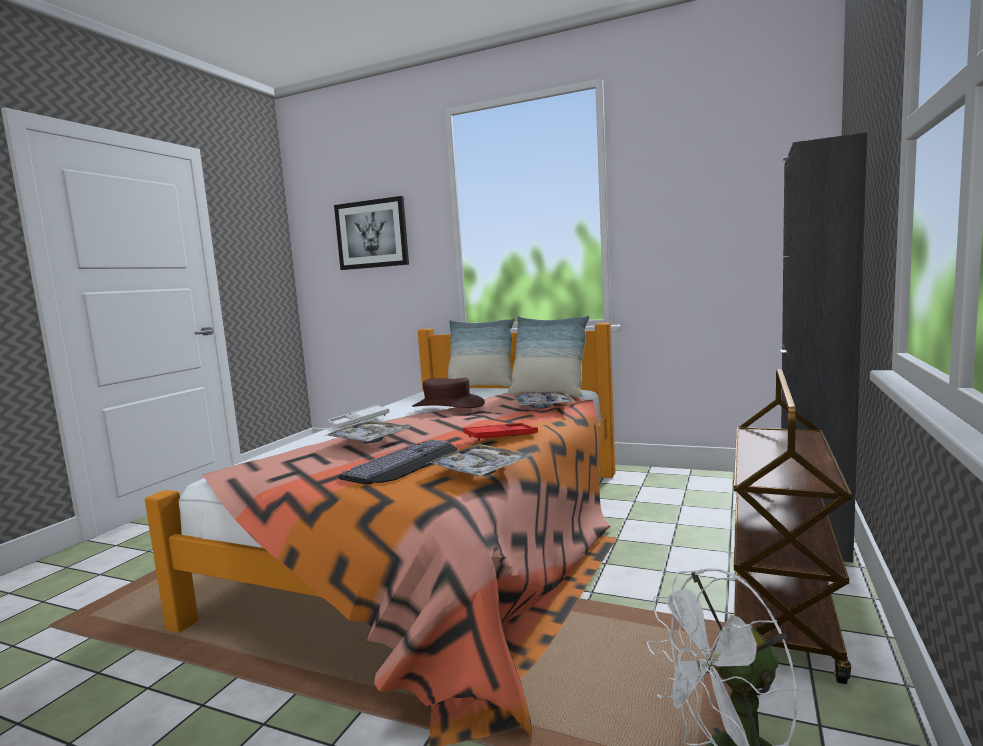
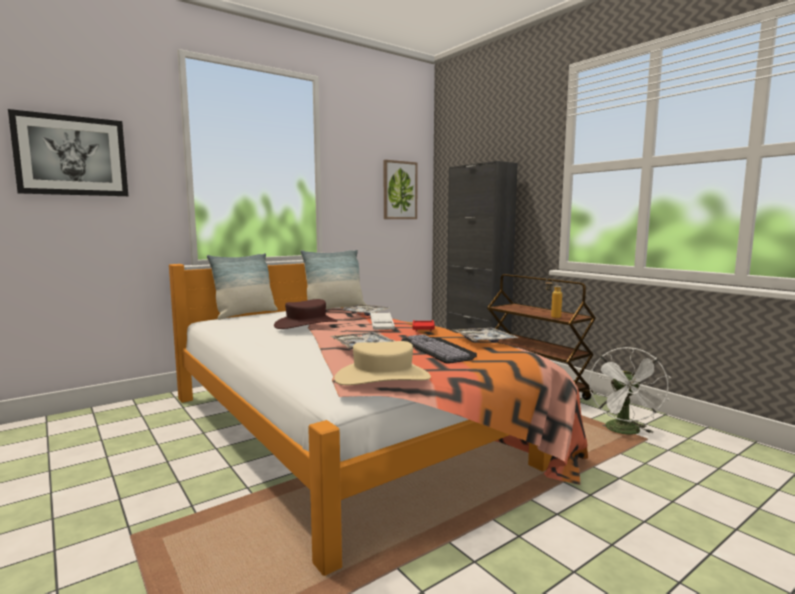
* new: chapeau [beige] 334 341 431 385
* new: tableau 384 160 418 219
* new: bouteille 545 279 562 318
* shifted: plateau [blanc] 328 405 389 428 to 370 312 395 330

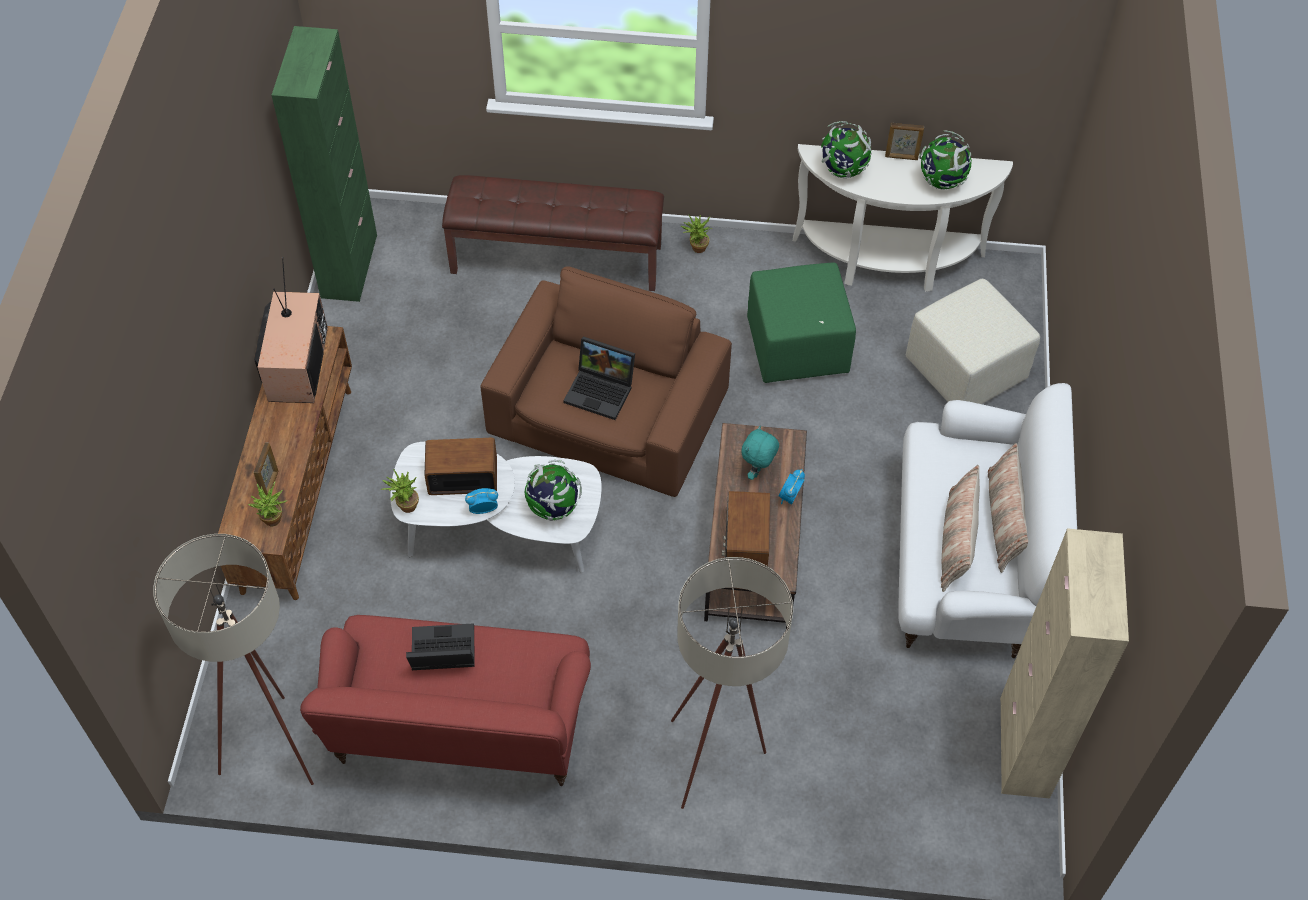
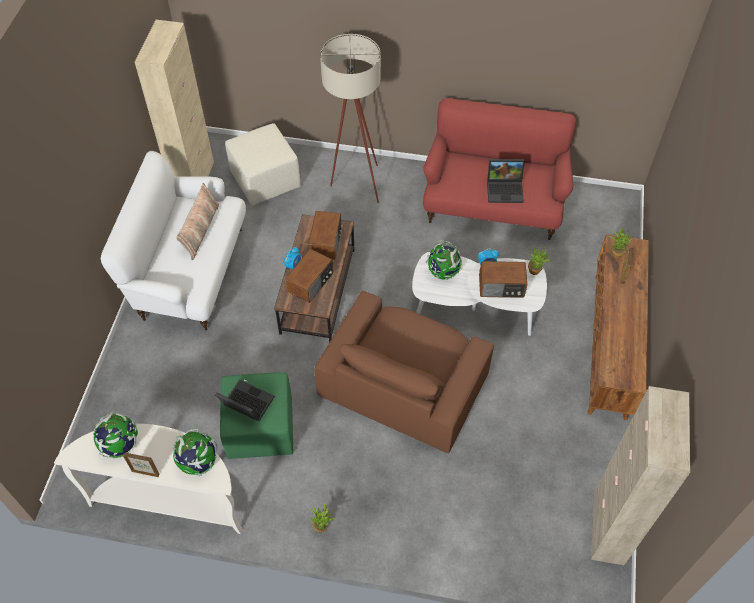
* gone: lampadaire [beige] 153 534 314 785
* gone: téléviseur 254 257 328 403
* gone: banc [marron] 442 175 664 291
* gone: coussin 988 443 1028 573
* shifted: ordinateur portable 563 336 635 420 to 215 380 275 421
* shifted: pouf [beige] 906 279 1040 404 to 225 123 301 206
* swapped: peluche [turquoise] 741 426 779 480 to radio 286 249 333 303
* repainted: meuble de rangement [vert] 272 26 377 302 to meuble de rangement [beige] 591 386 690 565

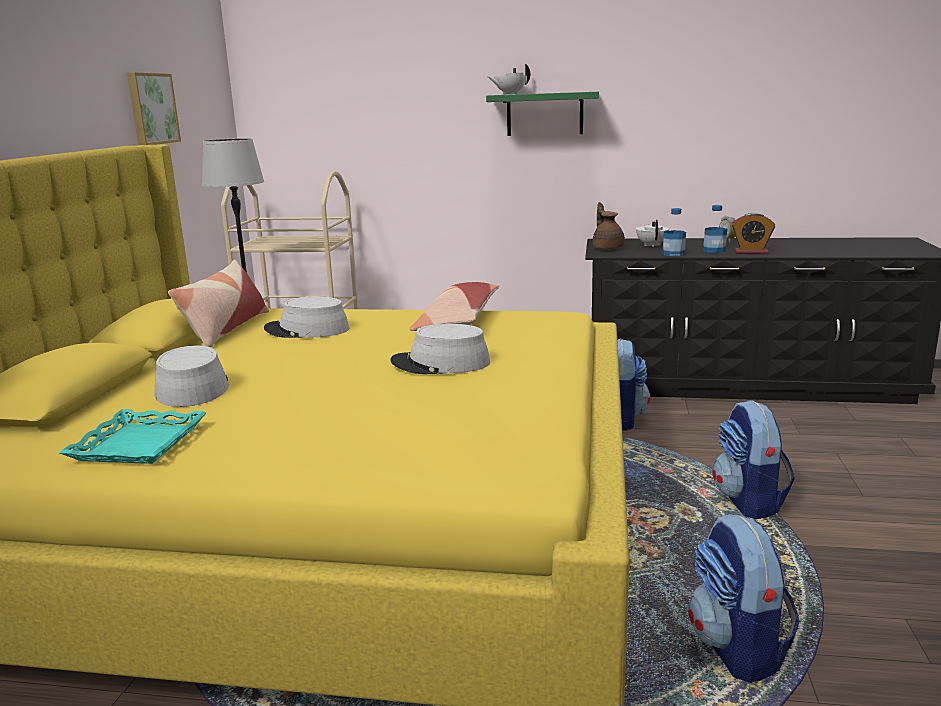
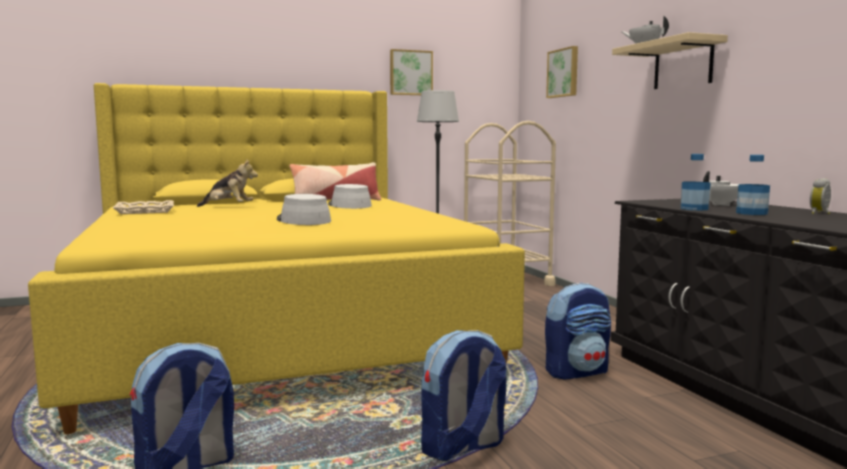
* gone: coussin 409 282 499 331
* gone: théière [marron] 593 202 625 250
* gone: réveil 732 213 775 254
* new: tableau 546 46 578 98
* swapped: chapeau [gris] 154 346 229 407 to peluche 197 160 258 207
* repainted: plateau [turquoise] 59 409 207 464 to plateau [beige] 113 200 174 214
* repainted: étagère [vert] 486 92 599 136 to étagère [beige] 612 32 728 89

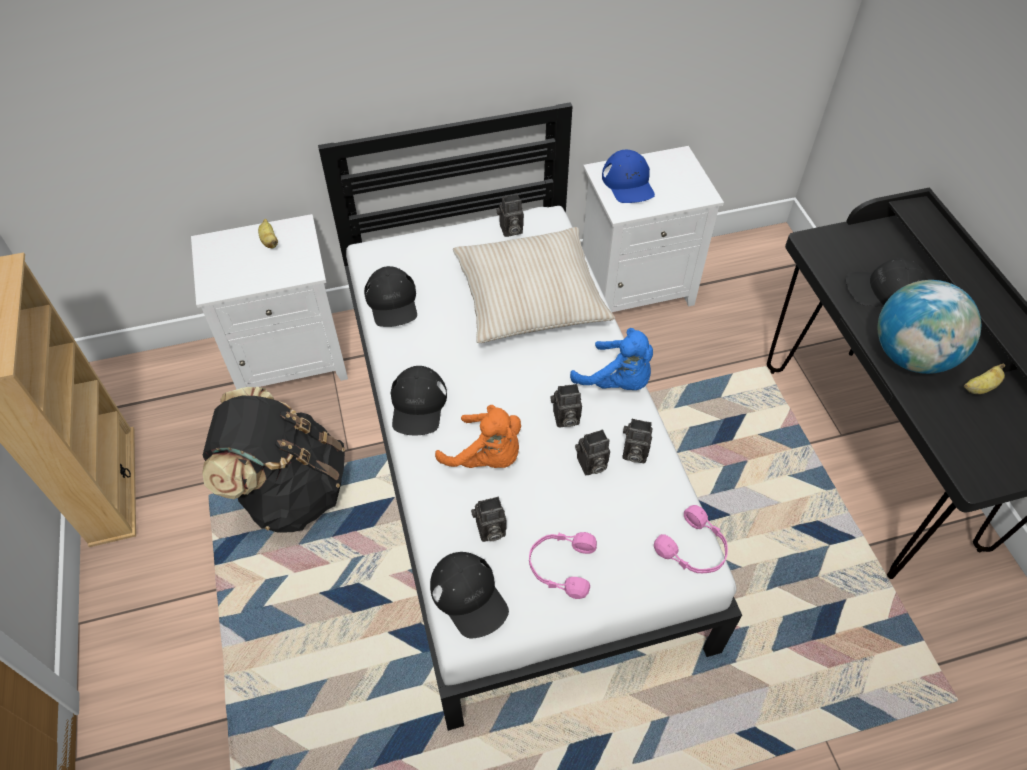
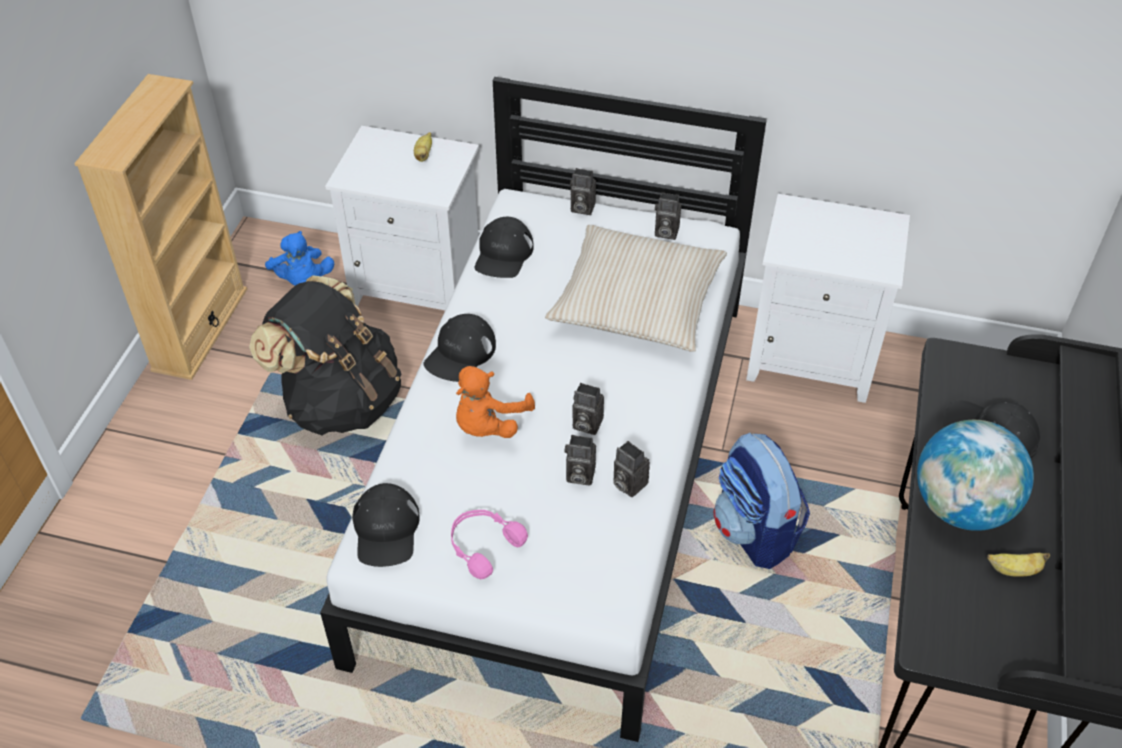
* gone: casquette [bleu] 602 150 655 203
* gone: casque audio [rose] 654 505 728 573
* new: sac à dos 713 432 810 569
* shifted: appareil photo 471 497 507 542 to 570 168 596 215
* shifted: peluche [bleu] 570 328 653 390 to 265 231 334 286
* rotated: peluche [orange] 435 405 521 468 = 456 366 535 438 60 degrees clockwise

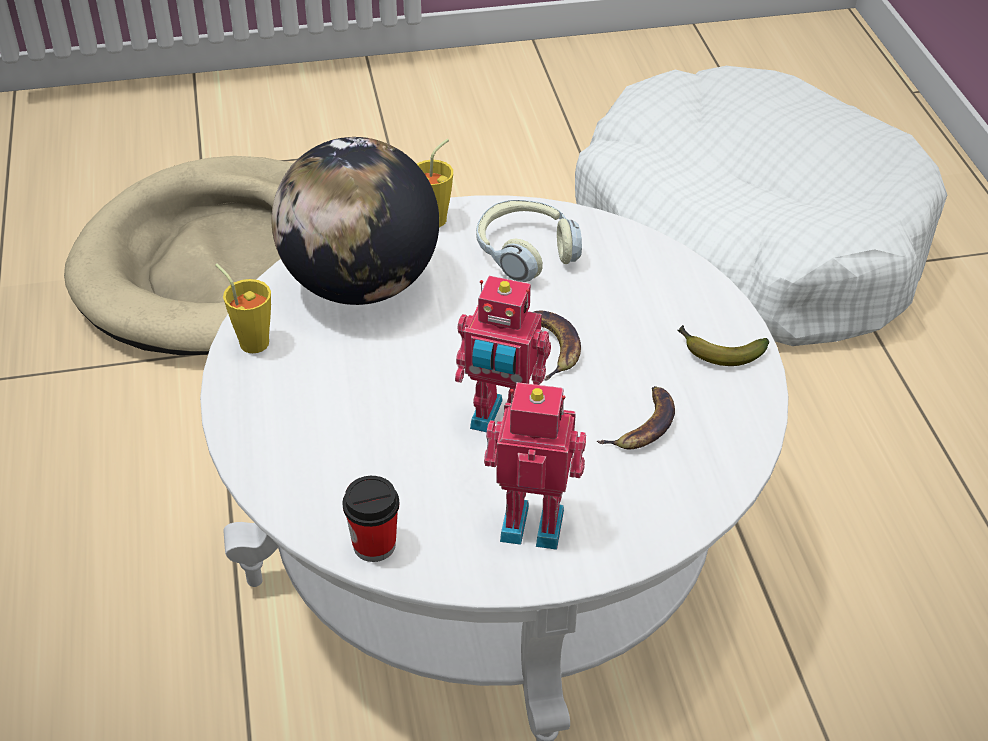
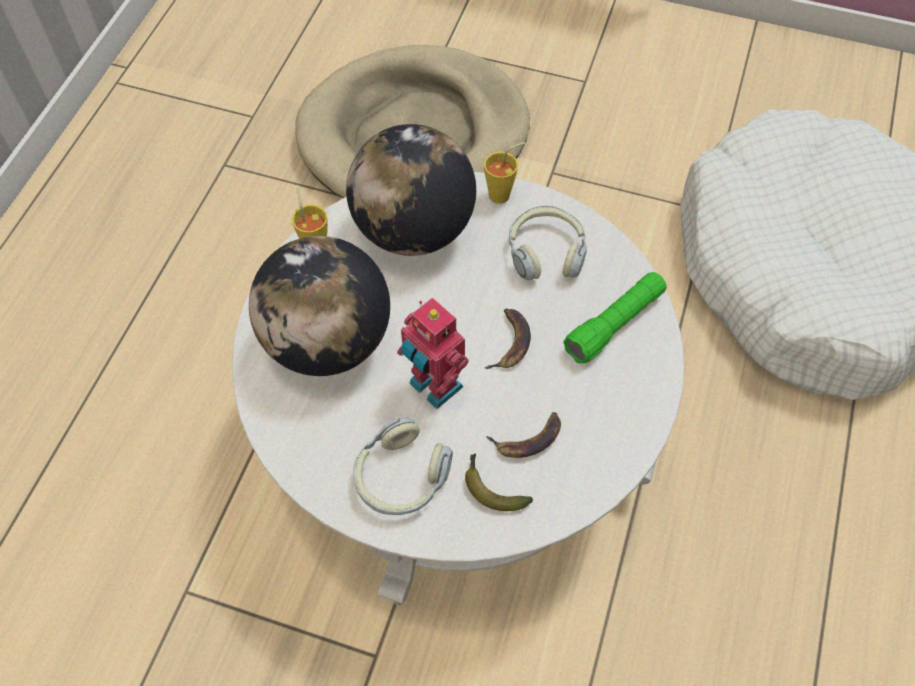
* gone: tasse 342 476 400 562
* new: globe 249 236 390 376
* new: lampe de poche [vert] 563 272 666 364
* shifted: banane 677 325 769 366 to 465 453 533 511
* swapped: robot jouet 484 382 586 550 to casque audio 353 417 453 515

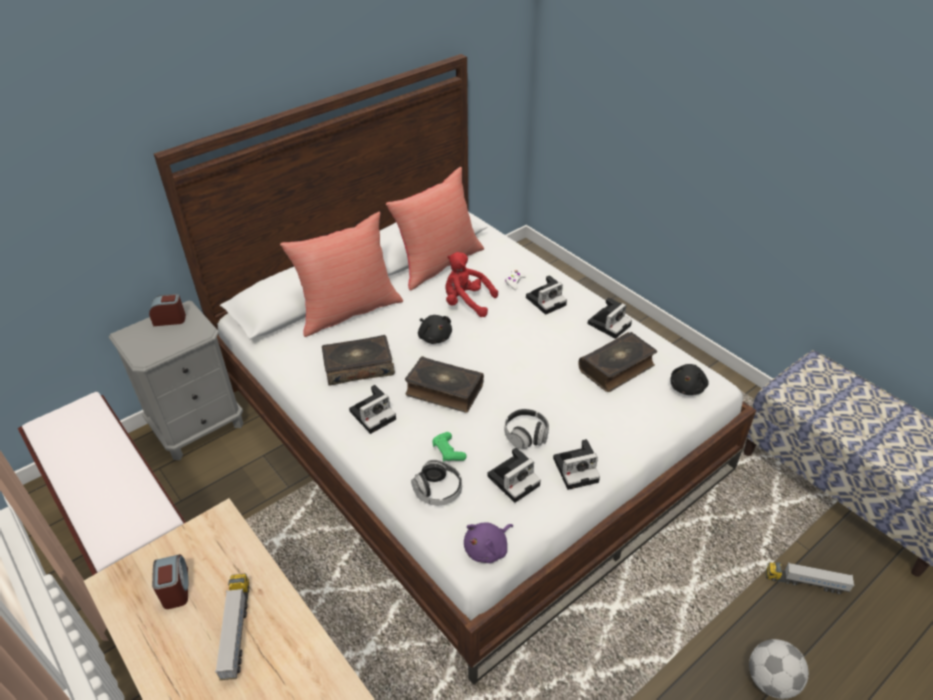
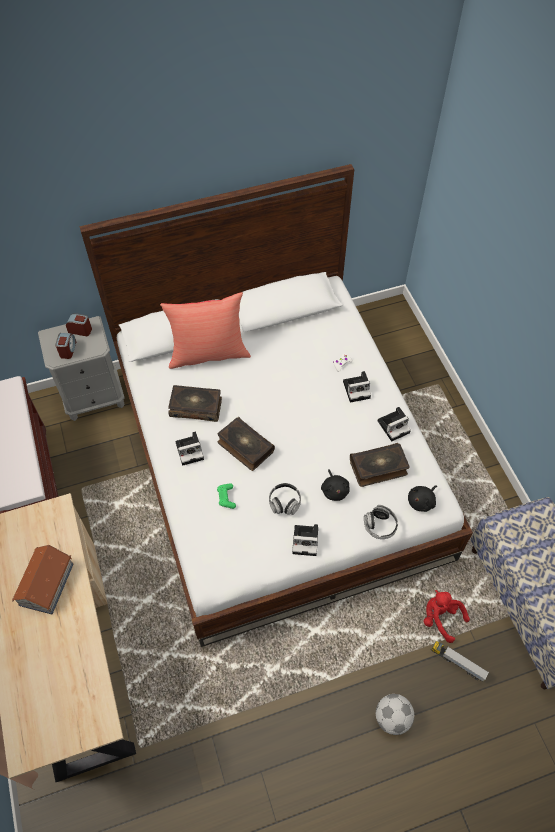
* gone: coussin [rouge] 386 167 484 291
* gone: peluche [violet] 464 522 513 563
* gone: appareil photo 487 448 541 503
* shifted: réveil 152 554 188 609 to 55 333 76 359
* shifted: casque audio 411 460 462 505 to 364 505 398 539
* shifted: peluche [noir] 418 315 452 344 to 321 469 350 501
* shifted: peluche [rouge] 445 252 498 317 to 424 590 470 643
* swapped: camion jouet 215 573 249 680 to maison miniature 12 545 73 614

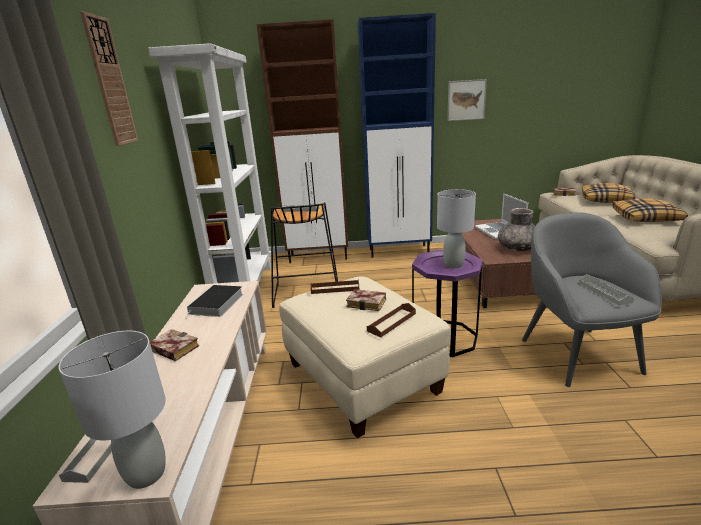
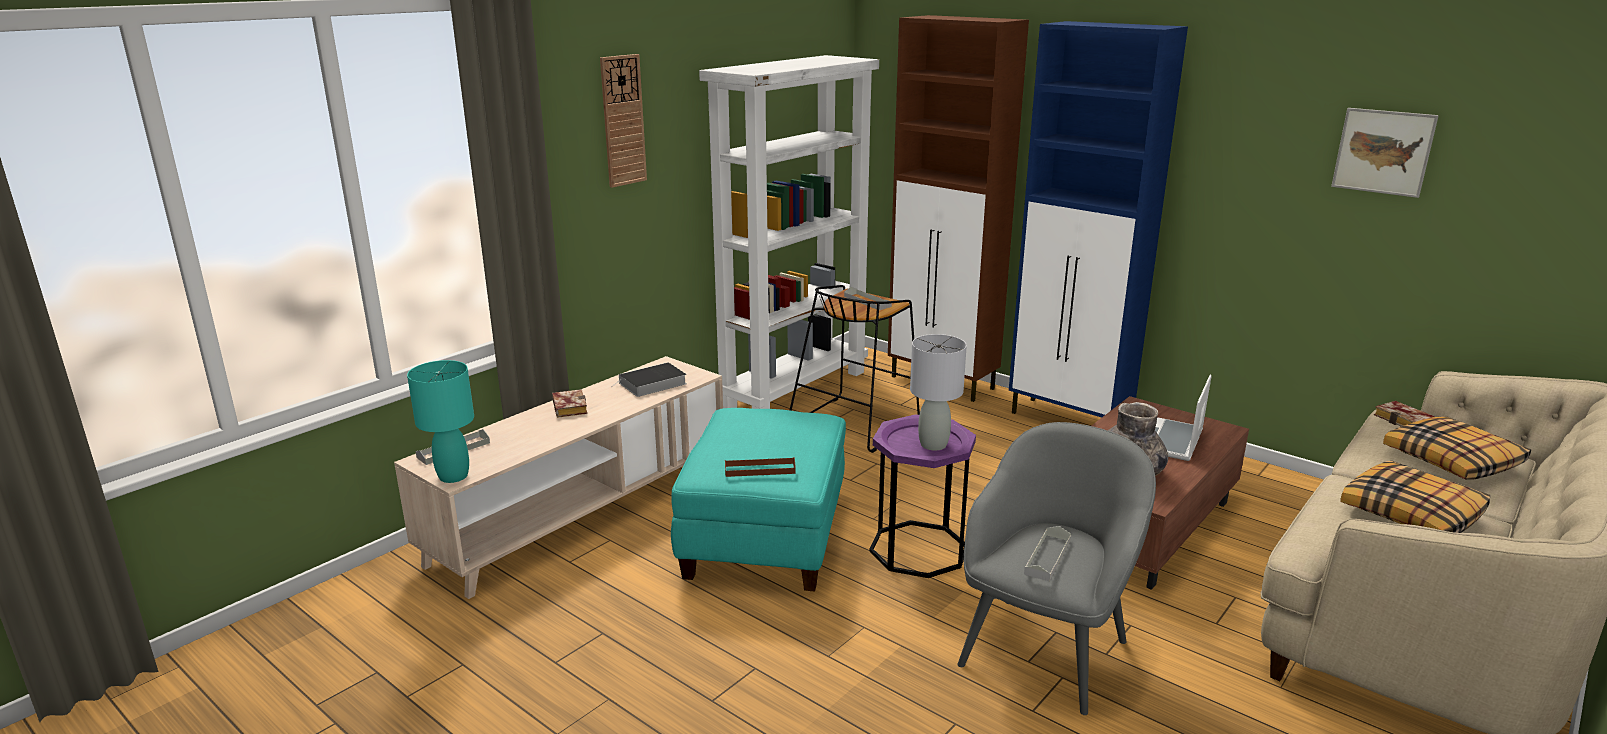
* gone: plateau [marron] 311 280 359 294
* gone: livre 346 289 386 311
* shifted: tableau 447 79 487 121 to 1331 108 1439 198
* repainted: lampe de table [gris] 59 331 166 489 to lampe de table [turquoise] 407 360 474 483
* repainted: pouf [beige] 279 276 451 438 to pouf [turquoise] 671 408 846 591

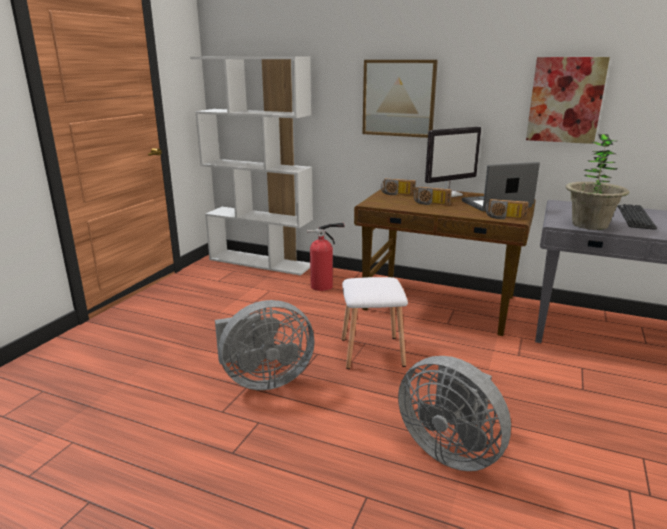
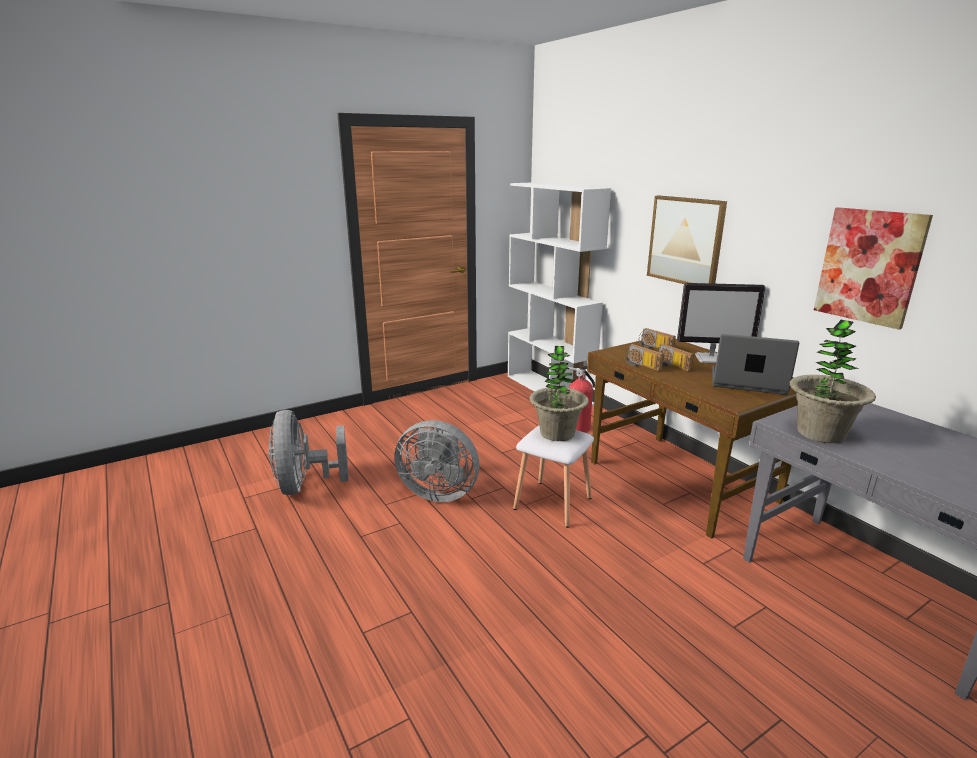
* gone: clavier 618 204 657 230
* new: plante en pot 529 346 589 441
* shifted: ventilateur [gris] 398 356 511 471 to 269 410 349 495
* shifted: radio 485 199 529 219 to 624 344 664 371

